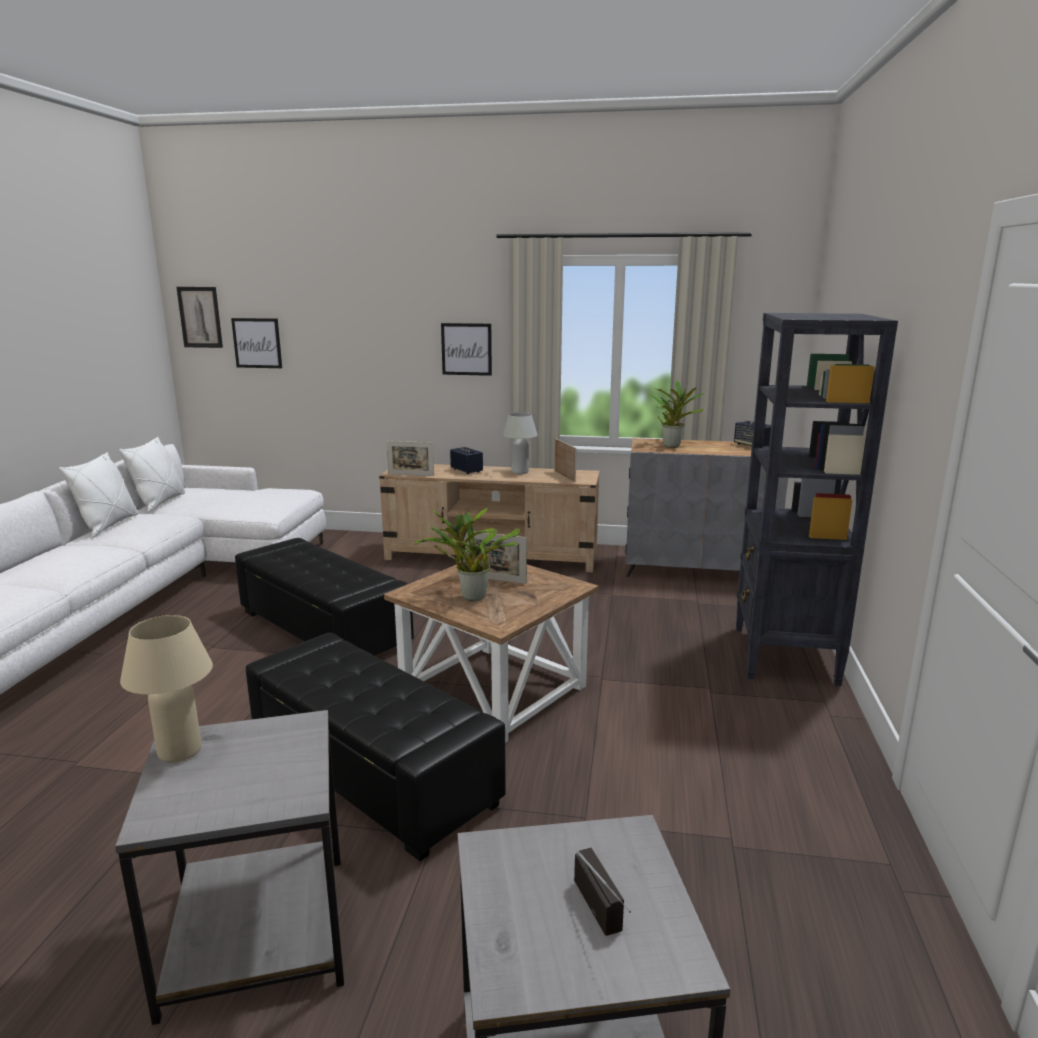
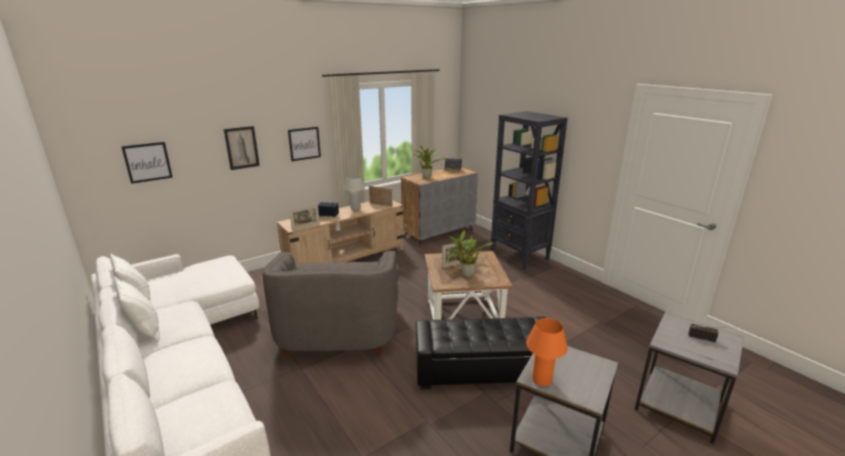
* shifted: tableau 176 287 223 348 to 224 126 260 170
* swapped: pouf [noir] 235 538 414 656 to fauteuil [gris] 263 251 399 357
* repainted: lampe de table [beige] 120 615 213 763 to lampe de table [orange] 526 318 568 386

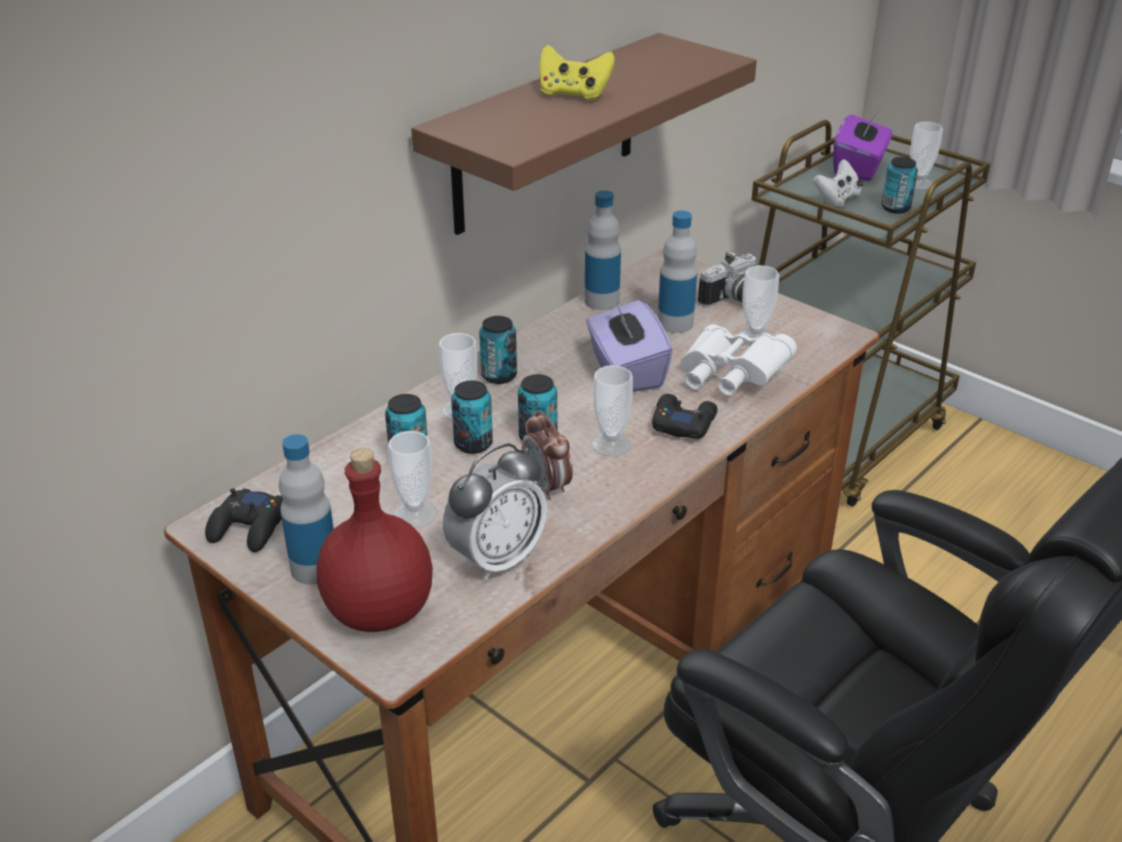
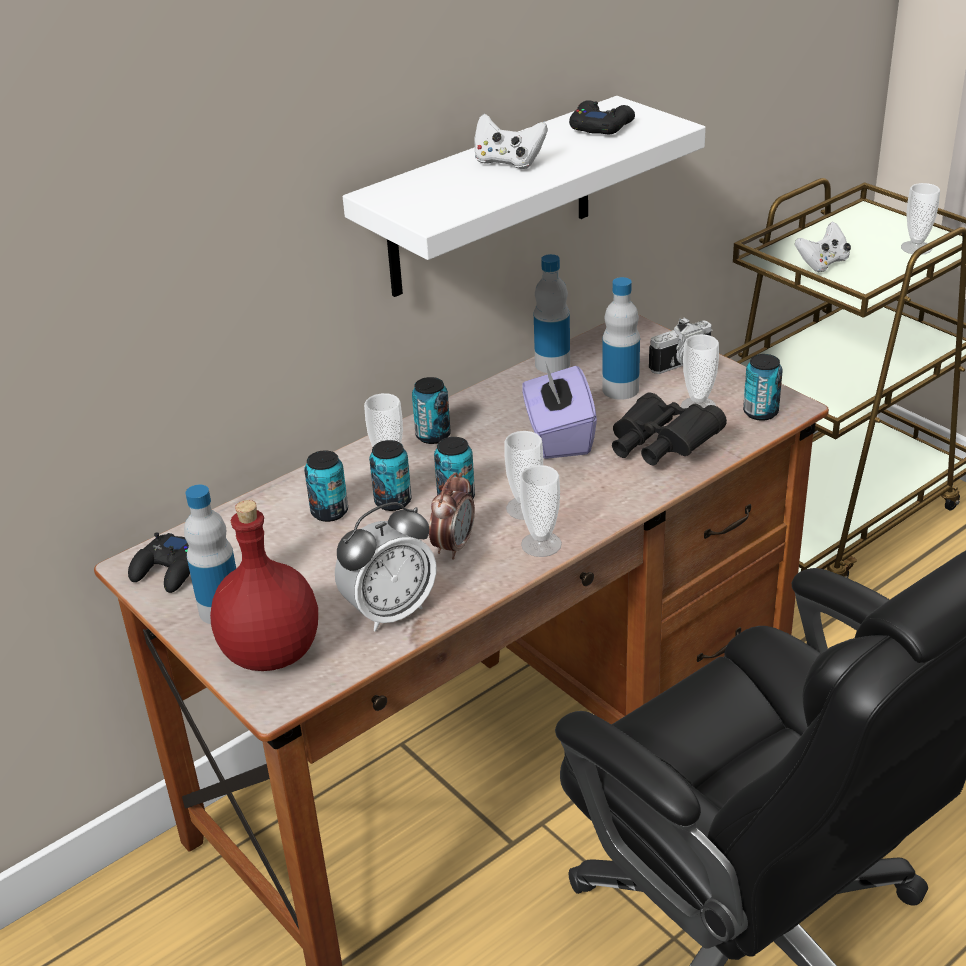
* gone: boîte à mouchoirs [violet] 833 110 892 181
* shifted: tasse 388 431 437 528 to 520 465 562 557
* shifted: manette [noir] 652 394 718 439 to 569 100 635 134
* shifted: boîte métallique 882 157 918 214 to 743 354 783 421
* repainted: étagère [marron] 411 33 757 235 to étagère [blanc] 343 96 706 297
* repainted: manette [jaune] 539 45 615 100 to manette [blanc] 474 114 548 169
* repainted: jumelles [blanc] 681 324 797 396 to jumelles [noir] 612 393 727 465
* rotated: réveil 522 411 573 500 = 429 472 475 560 135 degrees counterclockwise

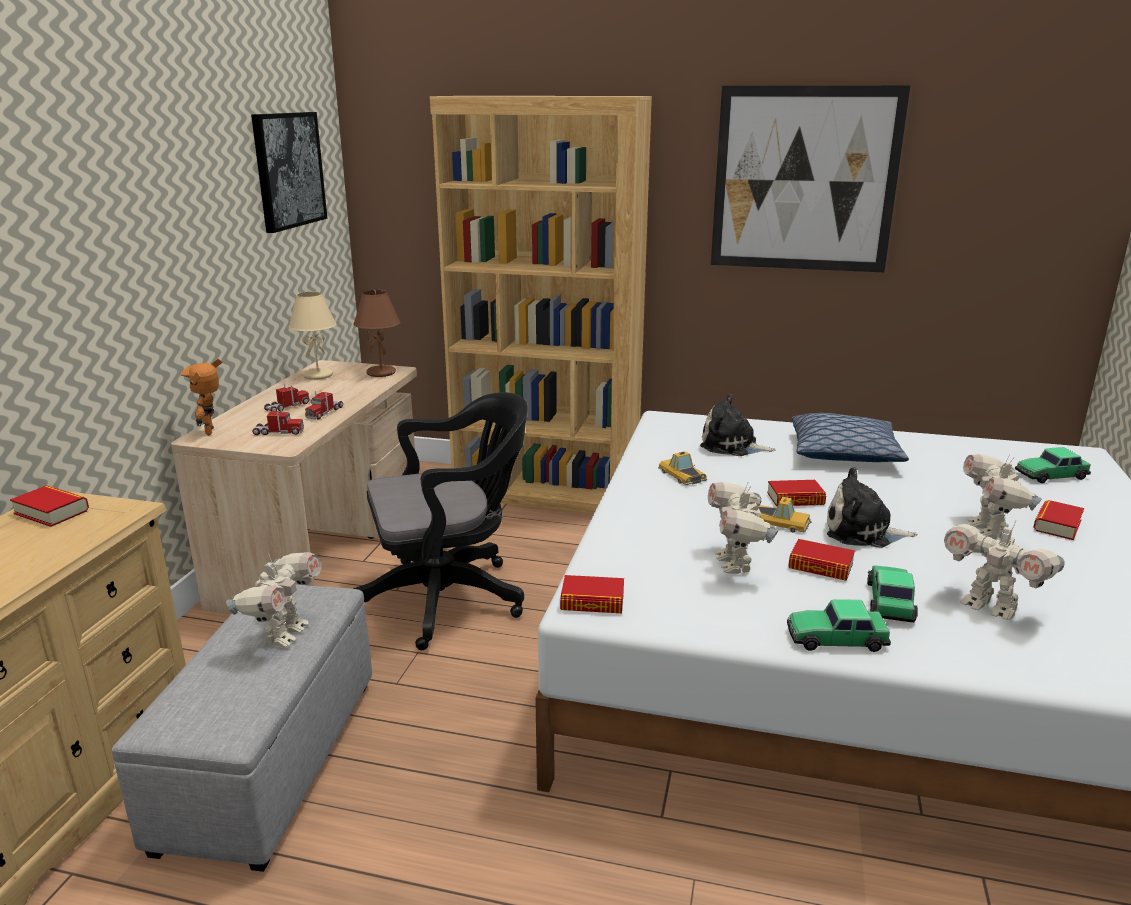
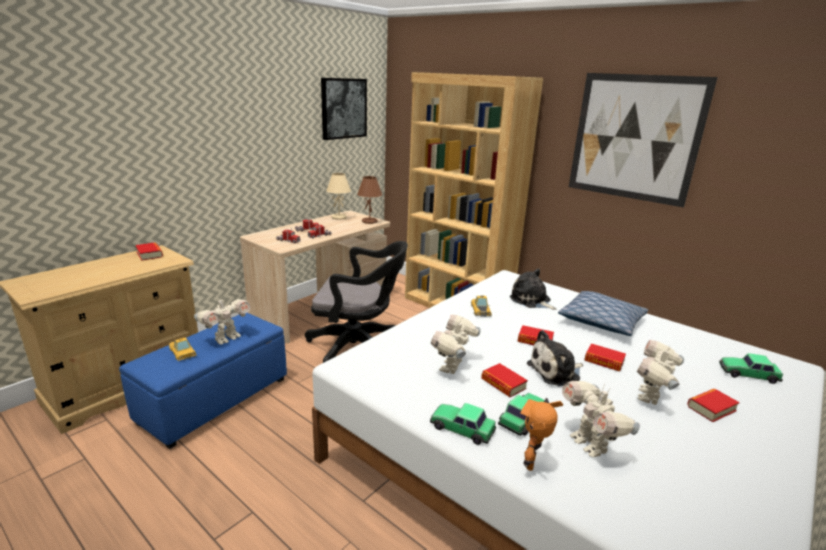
* shifted: robot jouet 180 359 222 436 to 520 398 563 471
* shifted: livre 560 575 624 613 to 584 343 626 372
* shifted: petite voiture 759 497 812 532 to 169 337 197 361
* repainted: pouf [gris] 112 584 372 872 to pouf [bleu] 119 313 287 449
* rotated: peluche 827 468 918 548 = 527 330 583 386 60 degrees counterclockwise

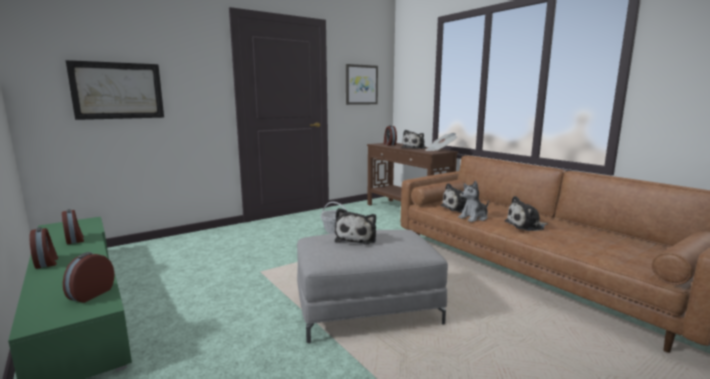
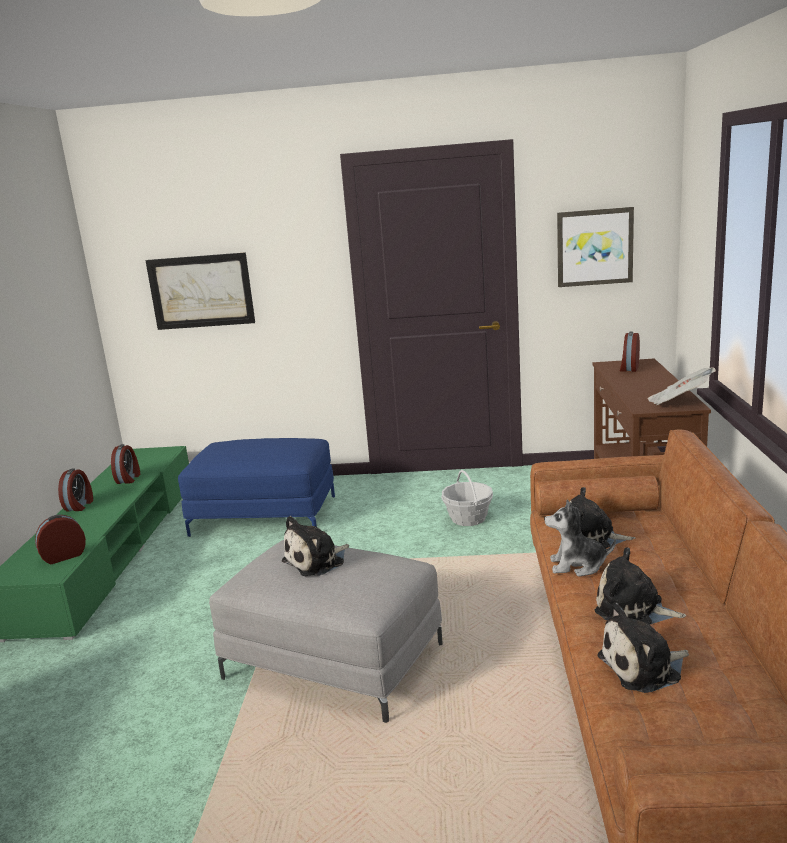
* new: pouf [bleu] 178 438 335 537
* shifted: peluche 401 130 426 149 to 597 603 689 693

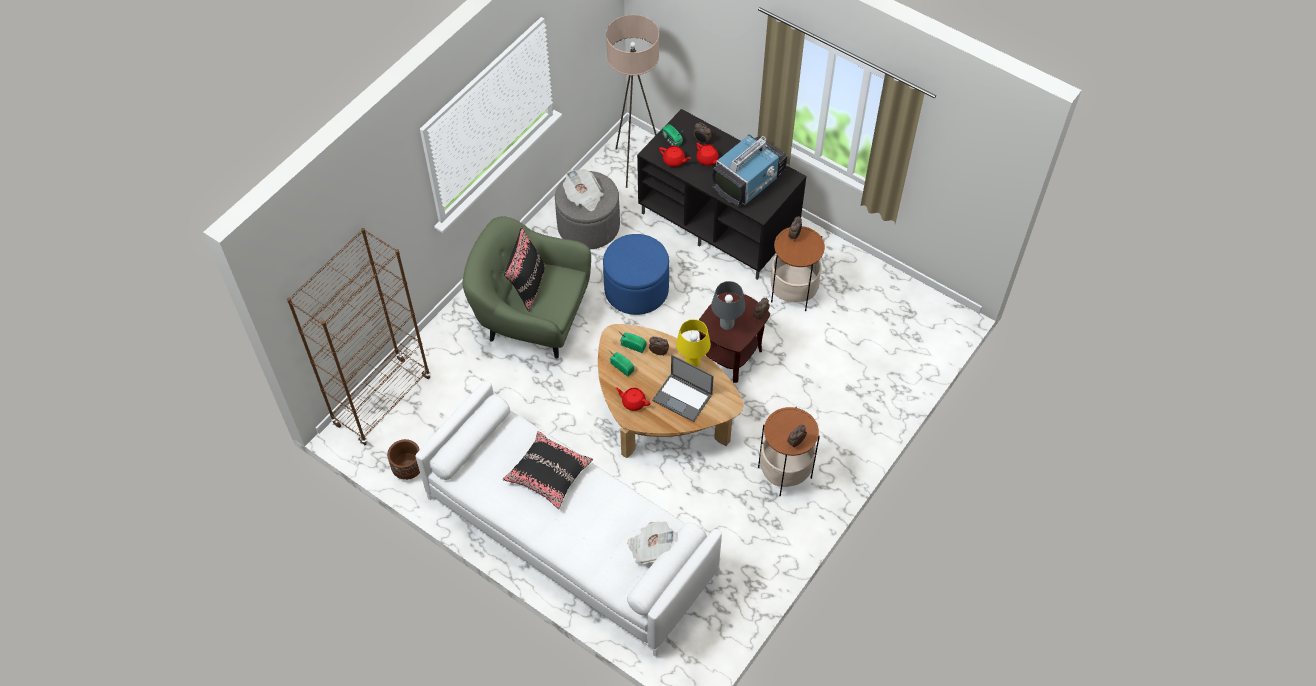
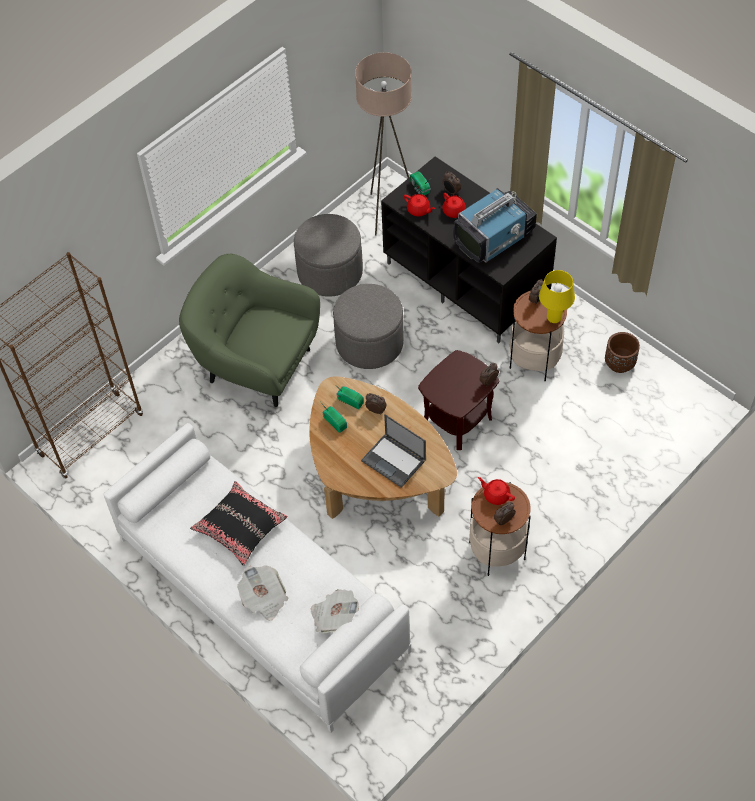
* gone: coussin [noir] 504 227 546 312
* gone: lampe de table [gris] 711 281 745 330
* shifted: cache-pot [marron] 387 439 420 480 to 605 332 640 373
* shifted: journal 563 169 603 211 to 237 565 288 621
* shifted: théière [rouge] 615 387 650 411 to 478 477 515 505
* shifted: lampe de table [jaune] 676 319 711 367 to 539 270 575 323
* repainted: pouf [bleu] 603 234 669 315 to pouf [gris] 333 284 404 369

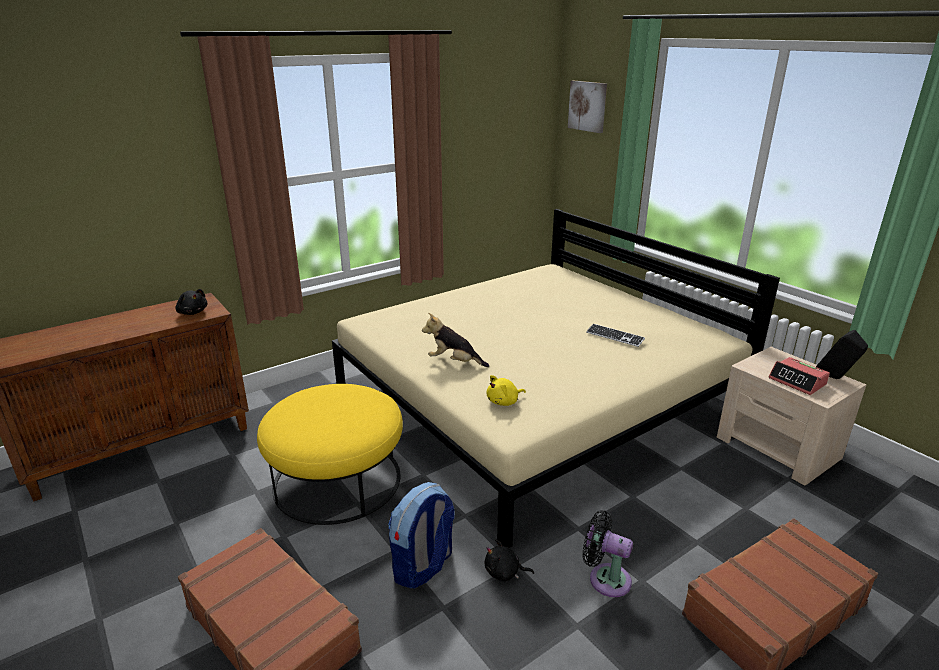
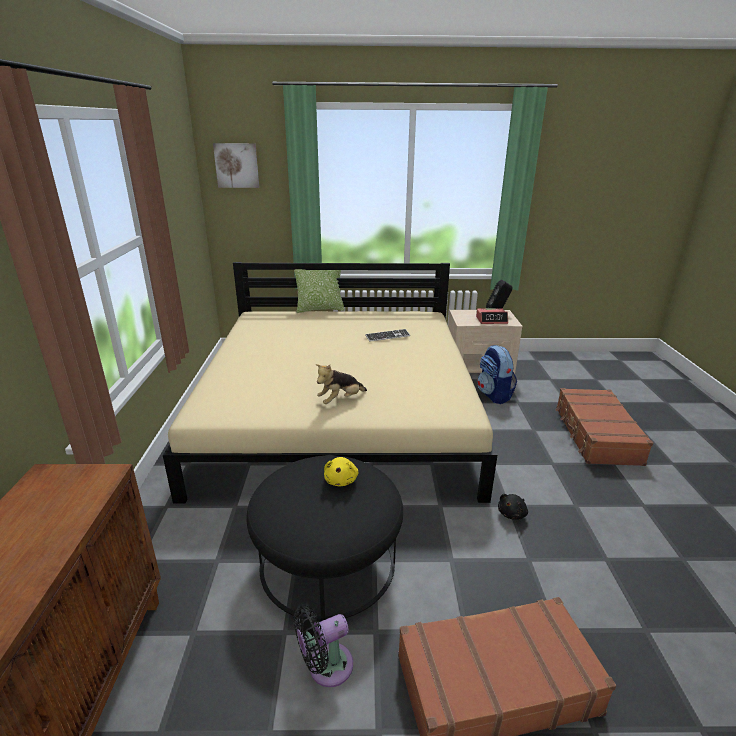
* gone: peluche [noir] 175 289 208 315
* new: coussin 294 269 345 313
* shifted: sac à dos 388 482 455 588 to 477 345 517 404
* shifted: peluche [jaune] 486 375 526 406 to 324 457 358 486
* shifted: ventilateur [noir] 582 510 633 597 to 294 605 353 687
* repainted: pouf [jaune] 257 384 403 525 to pouf [noir] 247 455 403 621

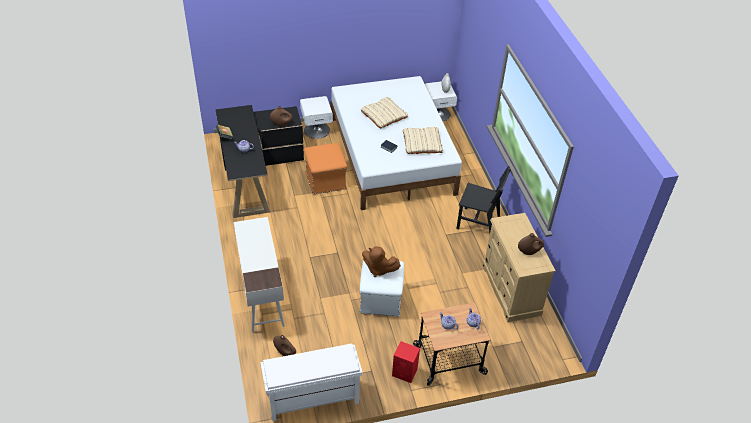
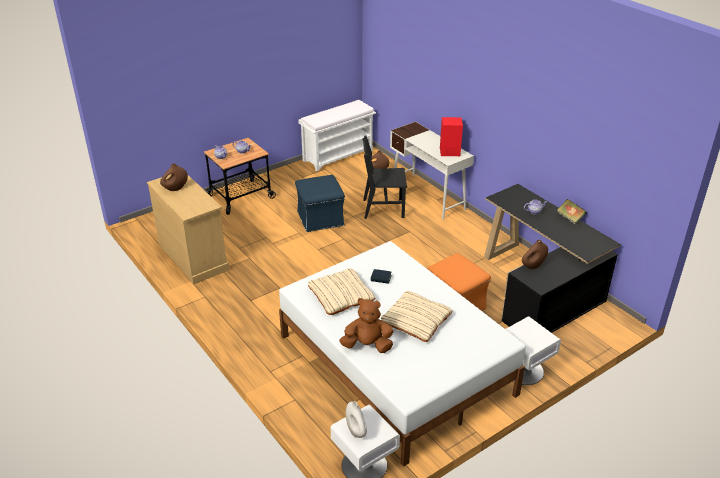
* shifted: peluche [marron] 362 246 401 277 to 339 298 393 353
* shifted: enceinte [rouge] 392 341 420 383 to 440 117 463 156
* shifted: chaise [noir] 456 166 511 232 to 363 136 407 219
* repainted: pouf [blanc] 360 260 404 317 to pouf [bleu] 295 175 345 232

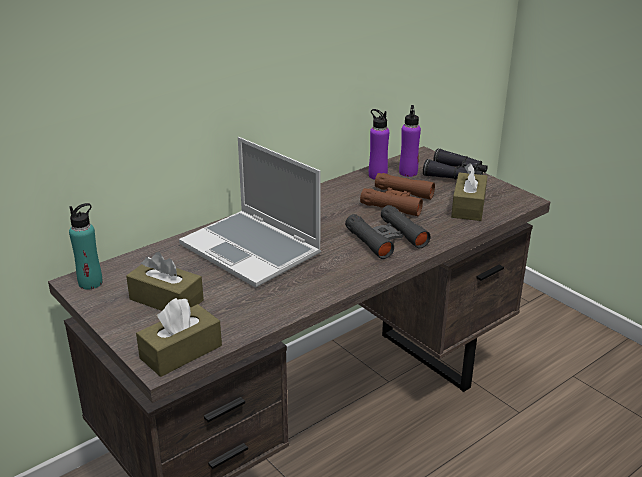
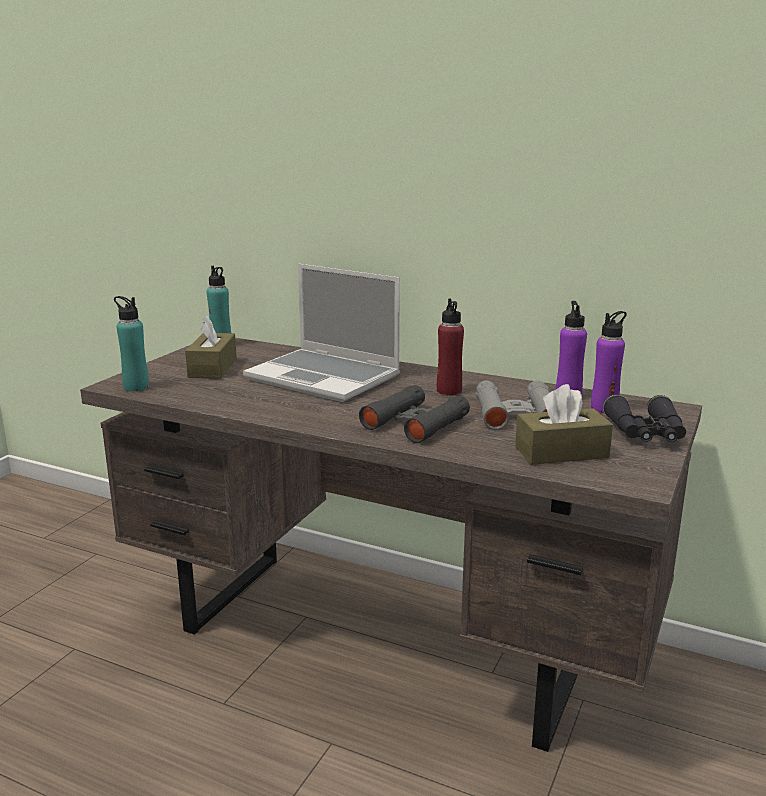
* new: bouteille [rouge] 437 298 464 396
* swapped: boîte à mouchoirs [marron] 136 298 222 377 to bouteille [turquoise] 114 296 149 391
* repainted: jumelles [marron] 360 173 435 216 to jumelles [gris] 476 380 550 430
* rotated: ordinateur portable 179 137 321 288 = 243 264 400 402 75 degrees counterclockwise

